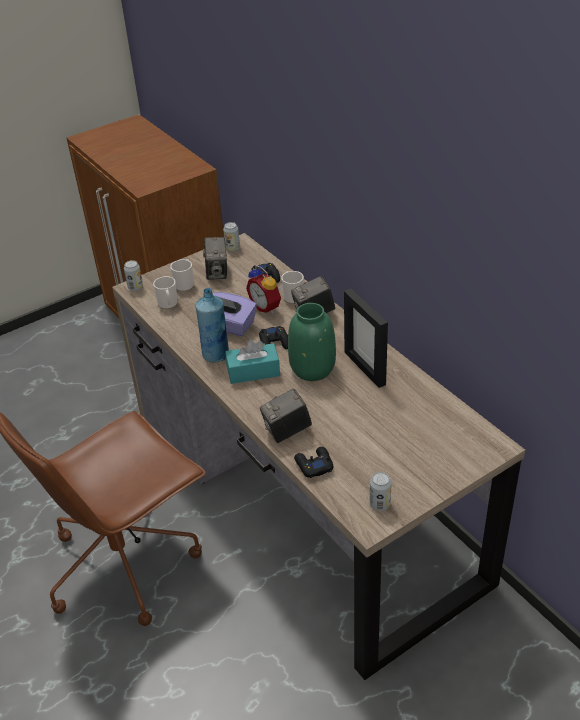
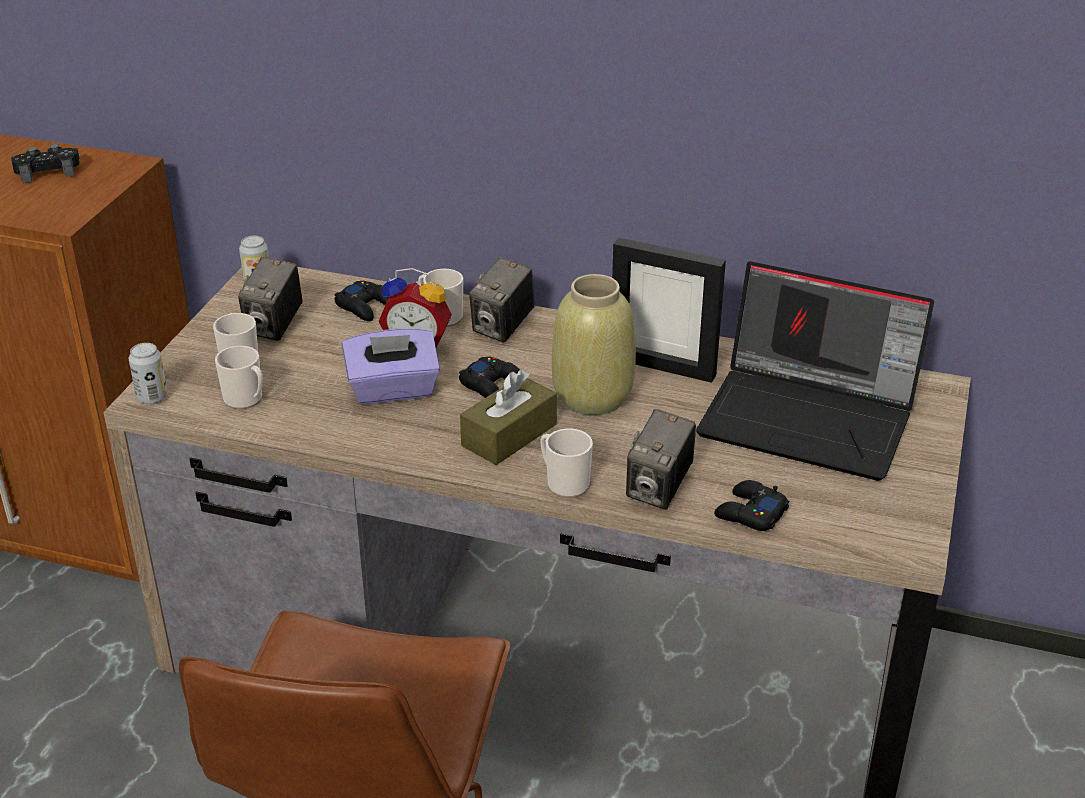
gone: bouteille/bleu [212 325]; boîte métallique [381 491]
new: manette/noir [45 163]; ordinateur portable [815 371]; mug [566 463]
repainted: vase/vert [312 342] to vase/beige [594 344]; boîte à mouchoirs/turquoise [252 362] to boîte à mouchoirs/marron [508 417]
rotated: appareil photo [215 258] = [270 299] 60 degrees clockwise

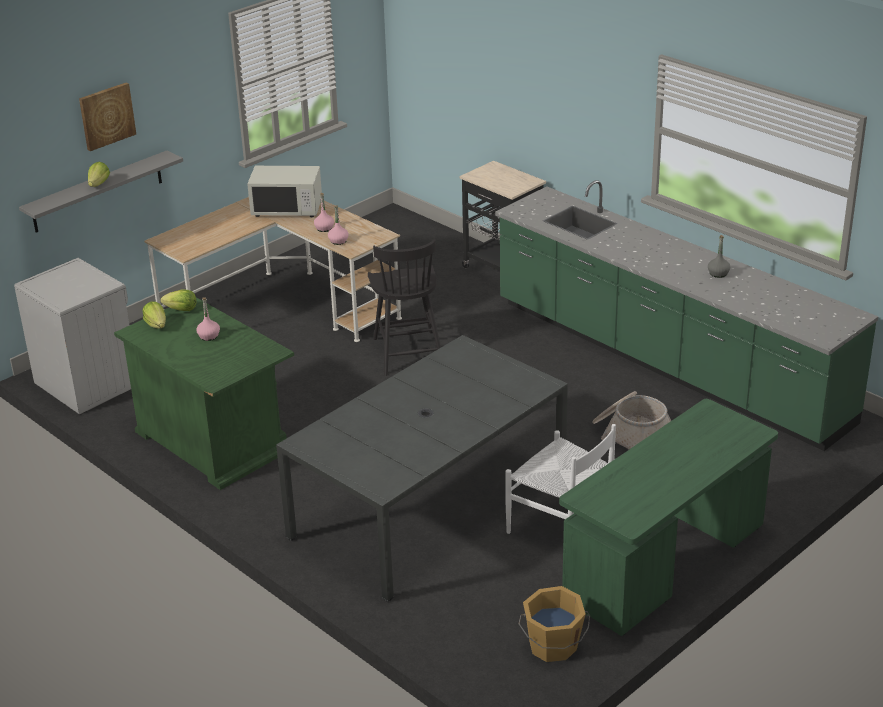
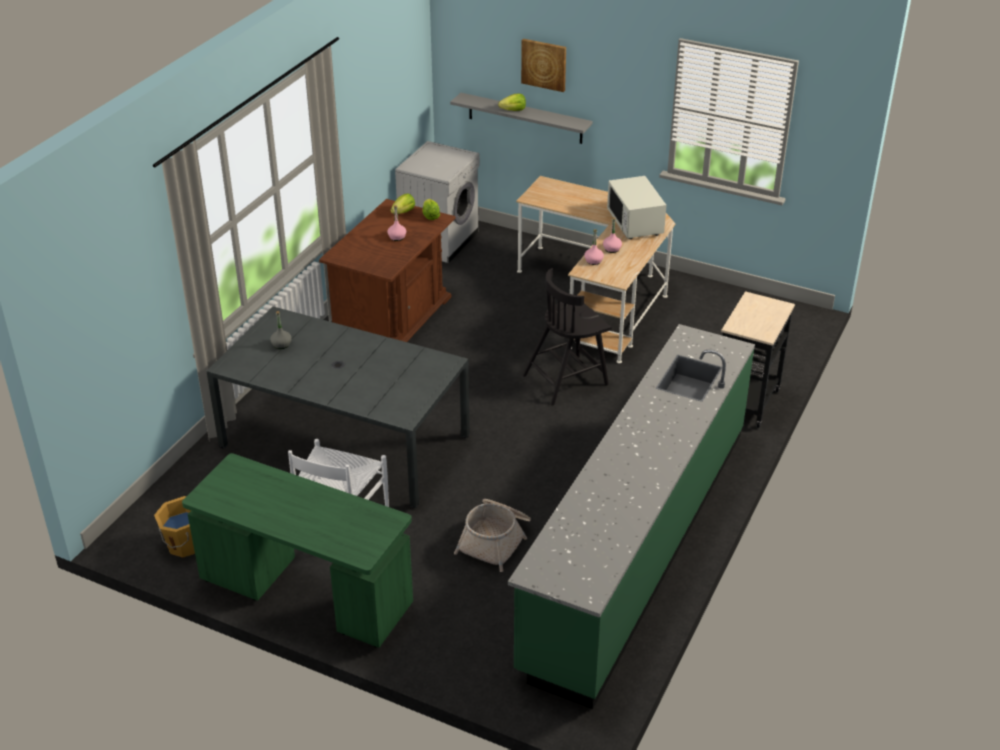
shifted: bouteille/gris [719 256] to [281 330]
repainted: meuble de rangement/vert [204 393] to meuble de rangement/marron [387 270]

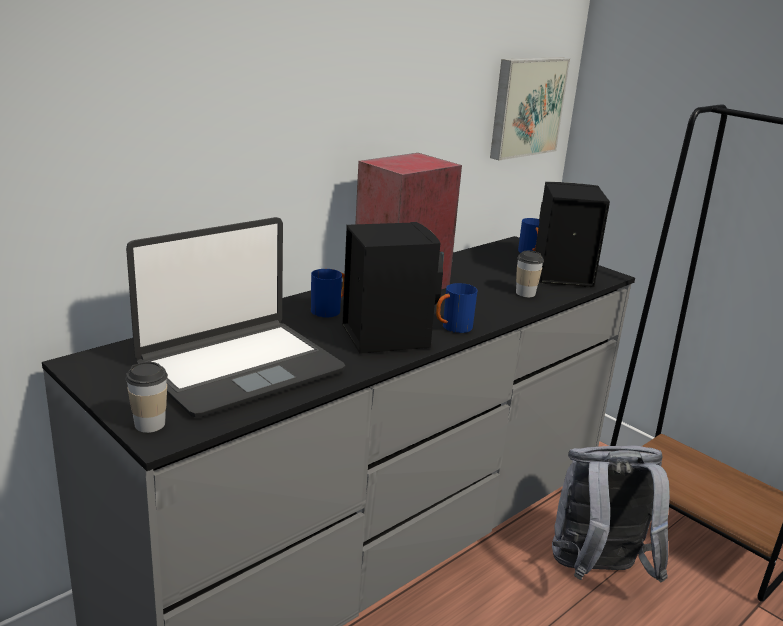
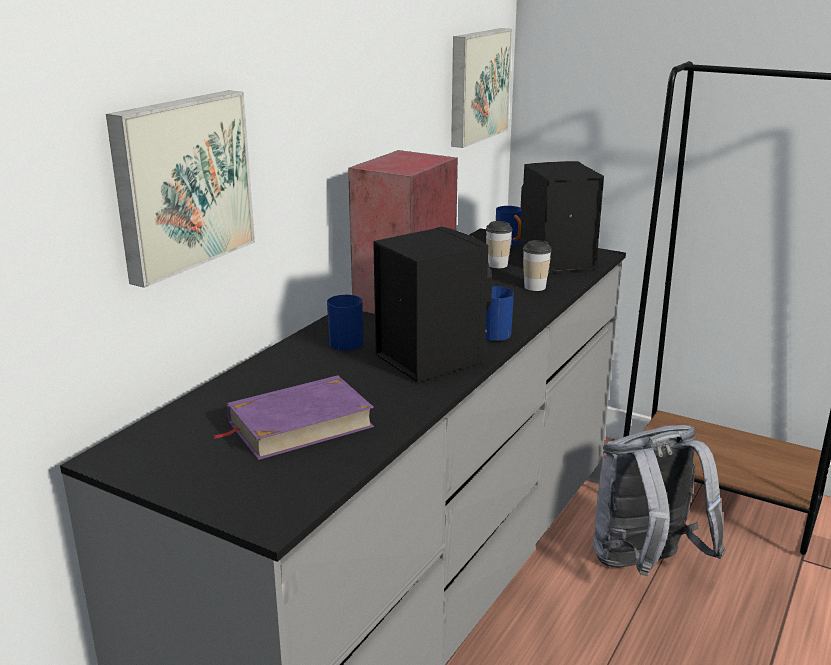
new: tableau [180 189]
shifted: tasse [147 397] to [499 244]
swapped: ordinateur portable [235 317] to livre/violet [293 417]

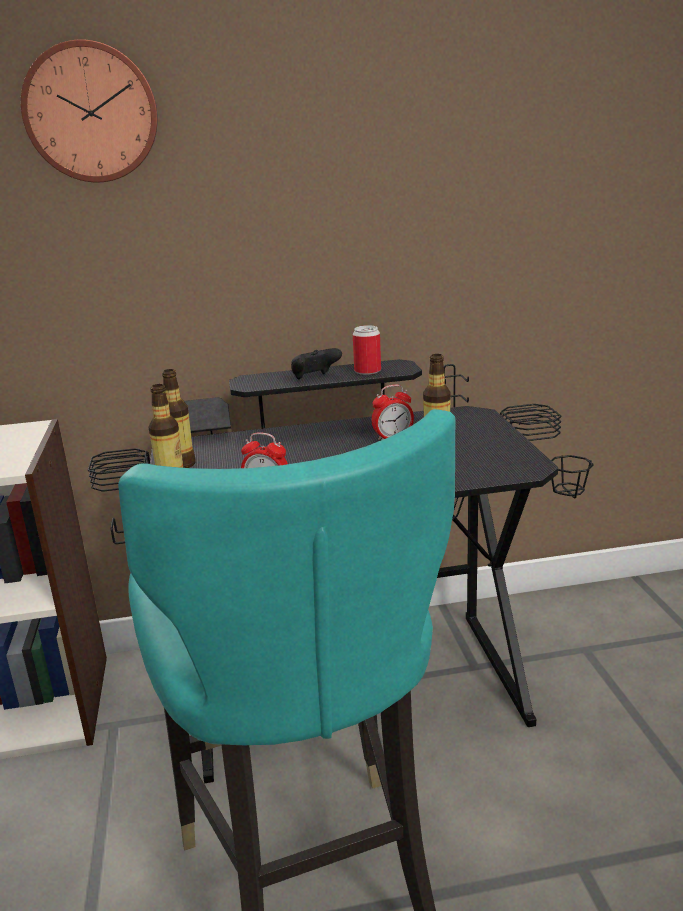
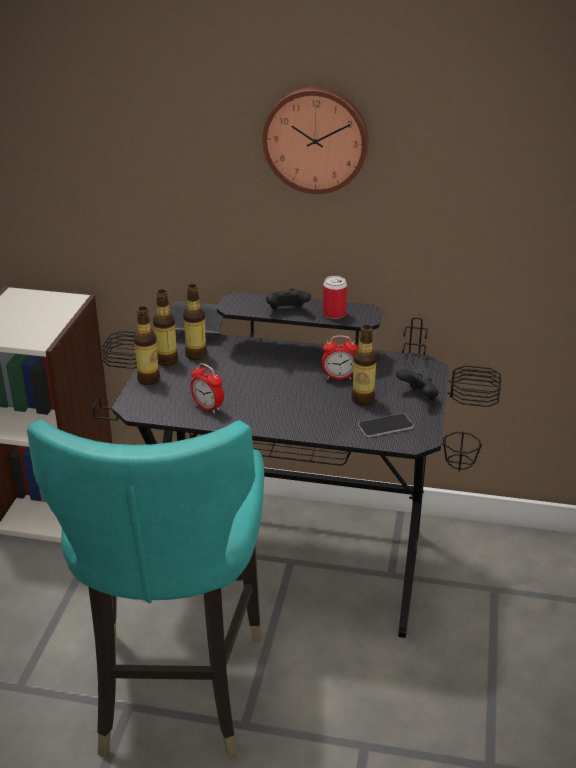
new: bouteille [195 322]; manette/noir [417 384]; téléphone [386 425]
shifted: horloge murale [89 110] to [315 140]

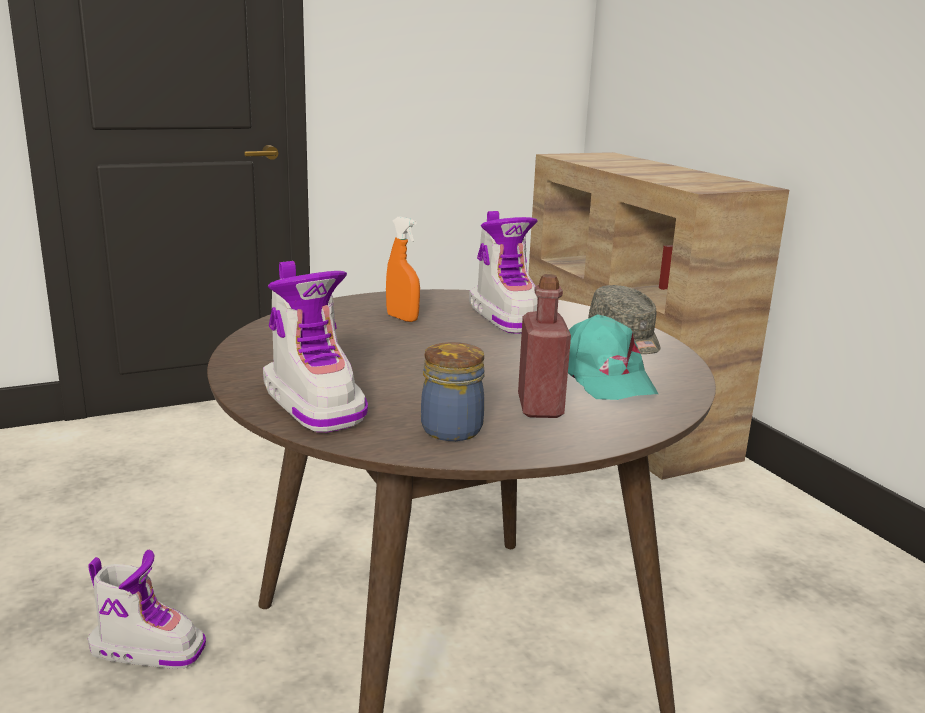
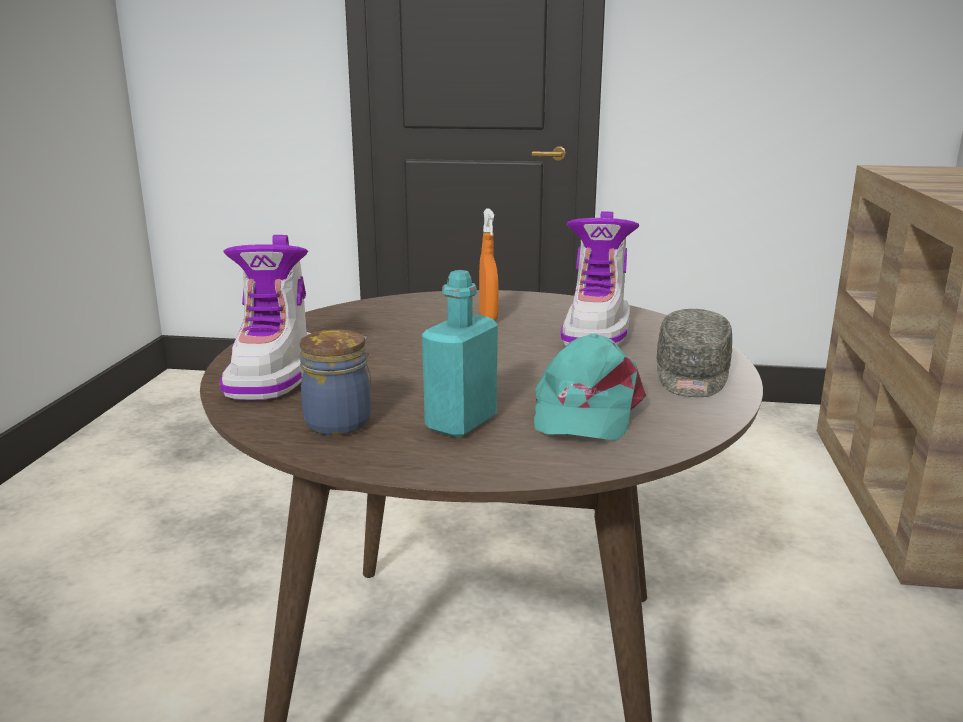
gone: botte [147 609]
repainted: bouteille/rouge [544 346] to bouteille/turquoise [460 353]

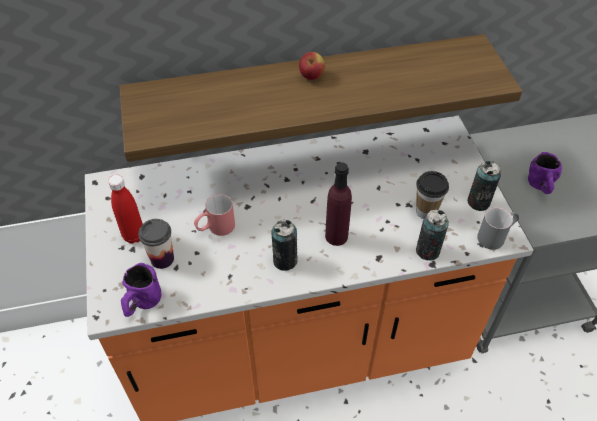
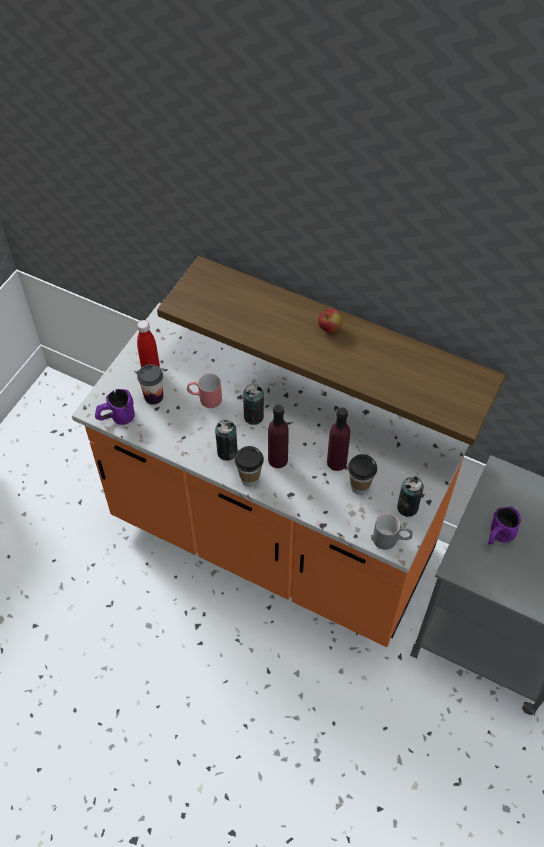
new: bouteille/violet [338 439]; tasse [249 466]
shifted: boîte métallique [432 235] to [253 404]

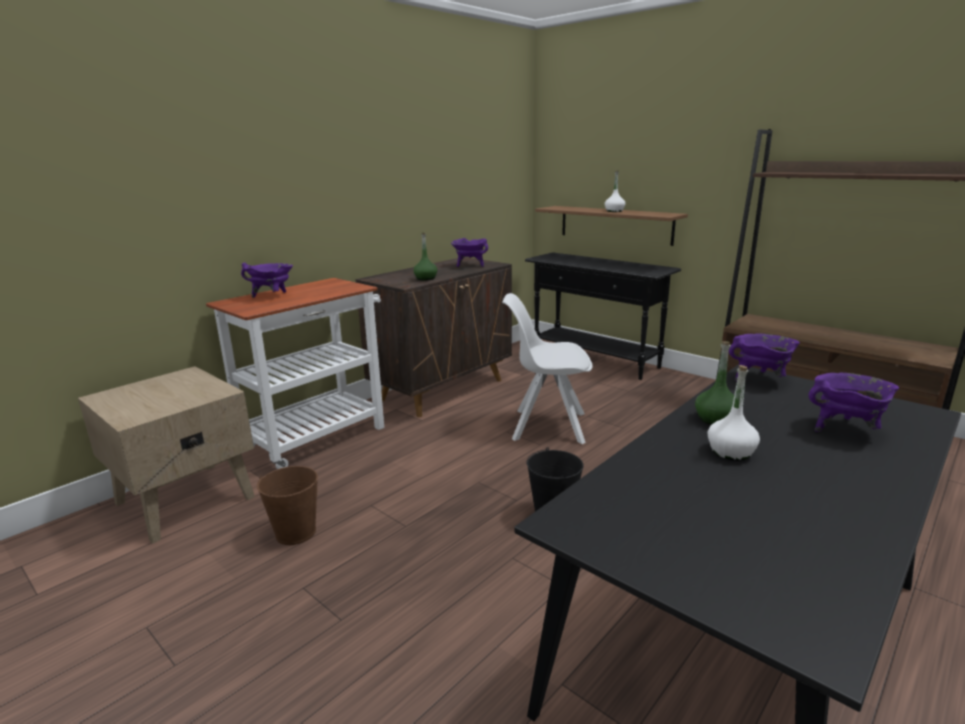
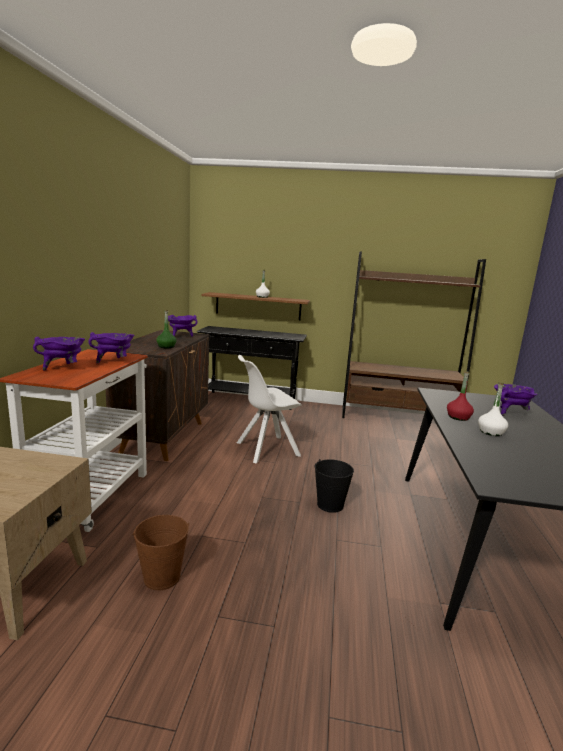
shifted: marmite/violet [764 357] to [111 347]
repainted: bouteille/vert [714 383] to bouteille/rouge [460 396]

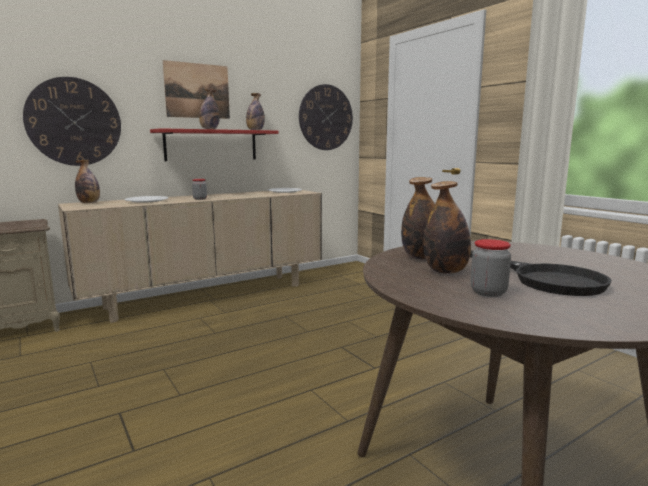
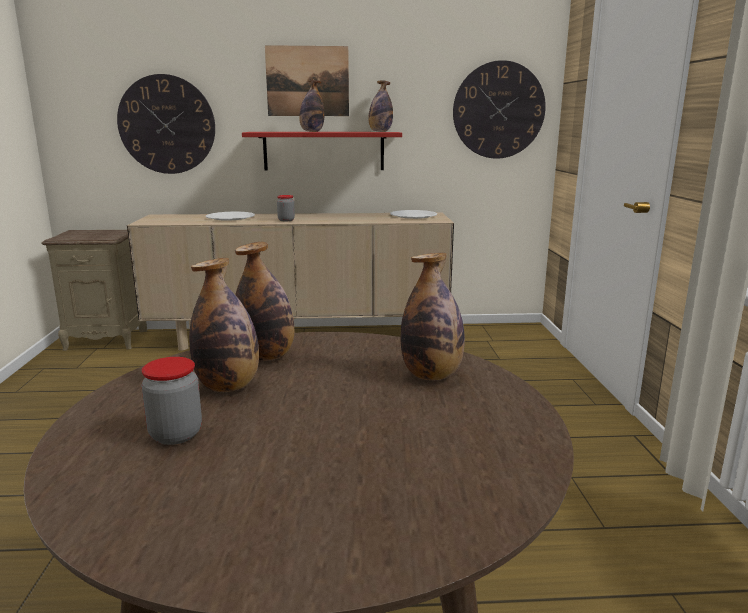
gone: poêle/noir [540 273]
shifted: bouteille [87 181] to [433 316]

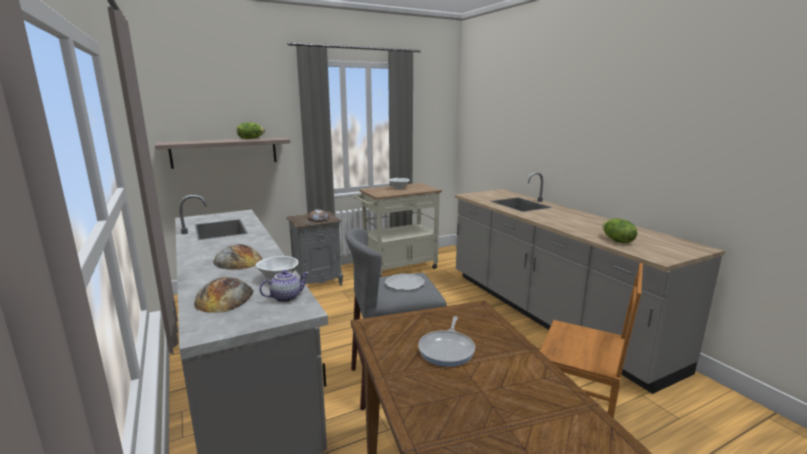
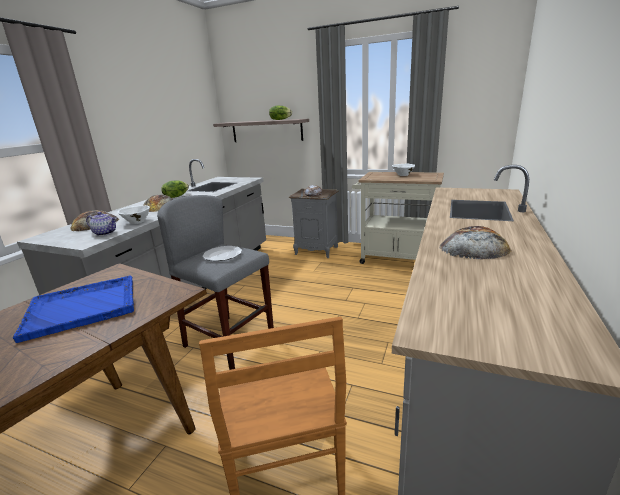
new: pain [475 242]
shifted: laitue [619 230] to [175 189]
swapped: poêle [446 341] to plateau/bleu [73 309]

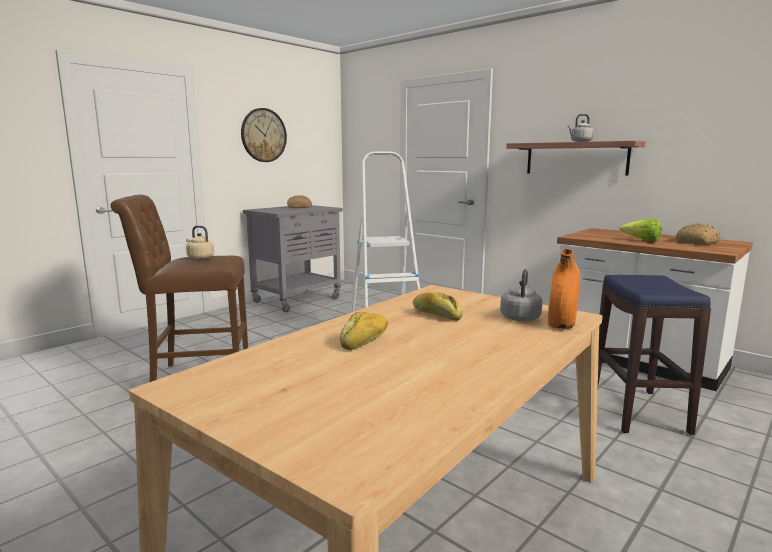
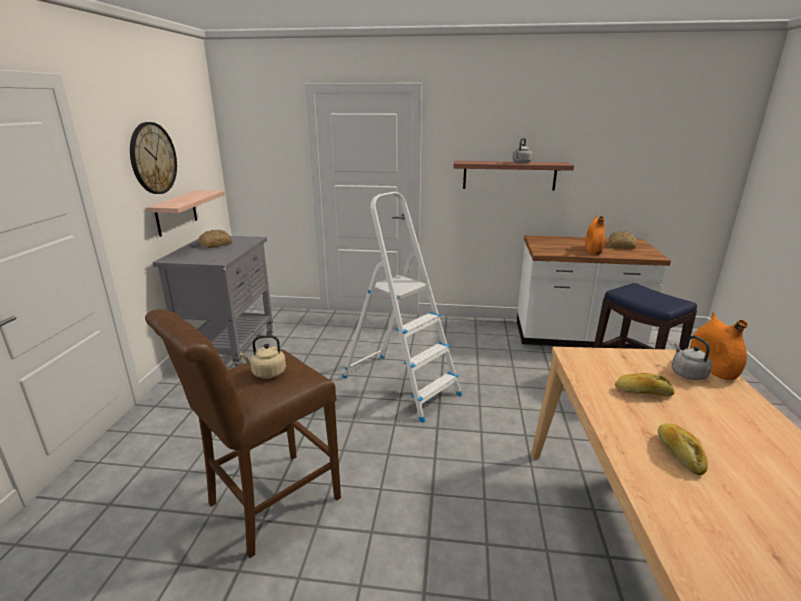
new: étagère [185 213]
swapped: laitue [640 230] to vase/orange [595 234]

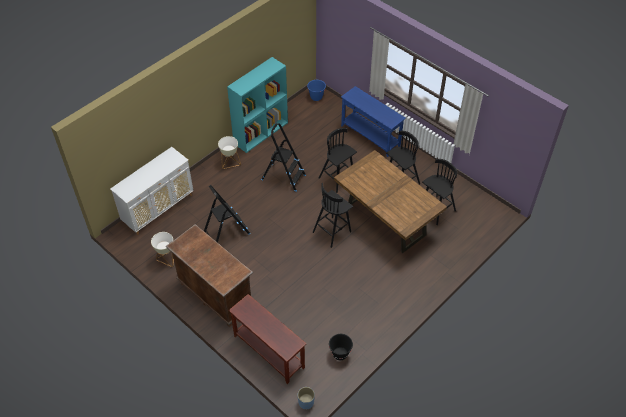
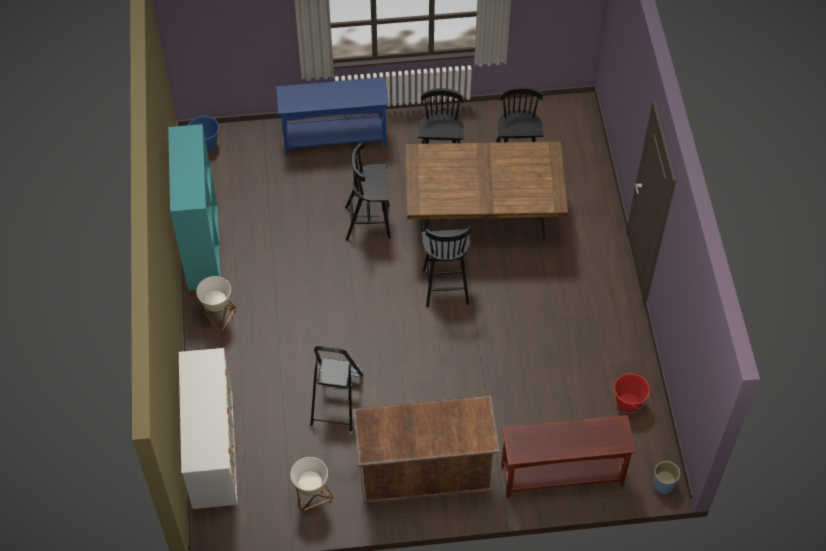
gone: escabeau/noir [283 157]
repainted: seau/noir [341 347] to seau/rouge [632 393]

